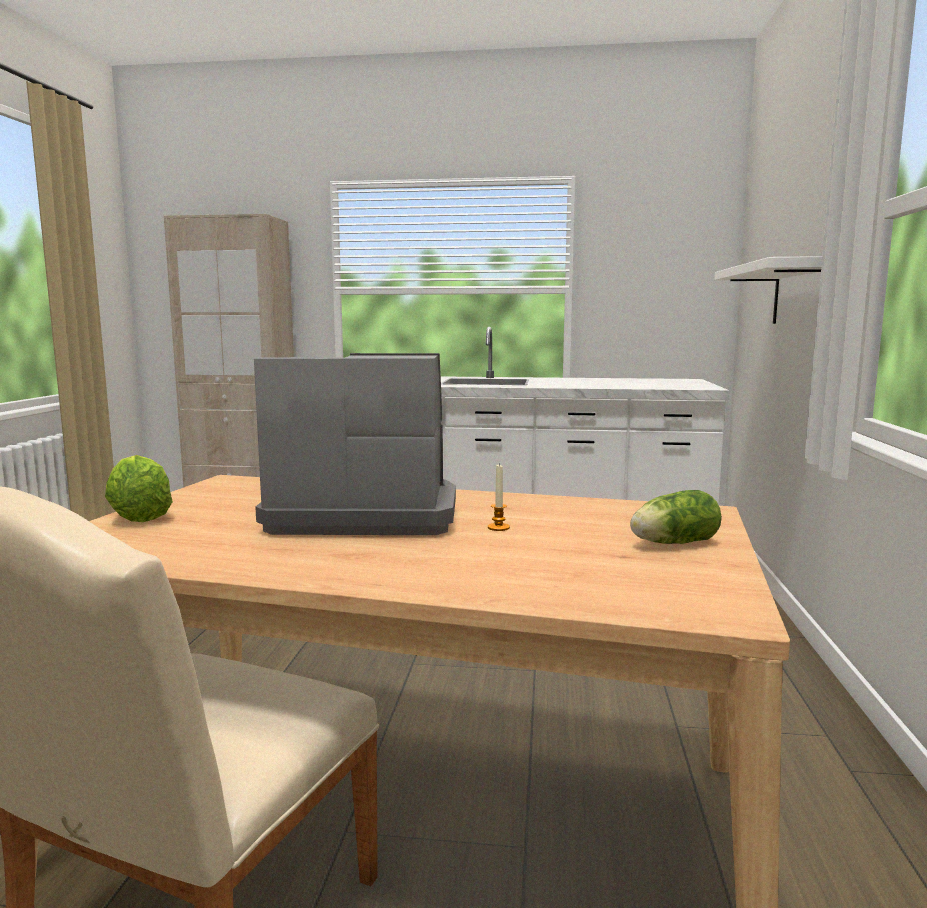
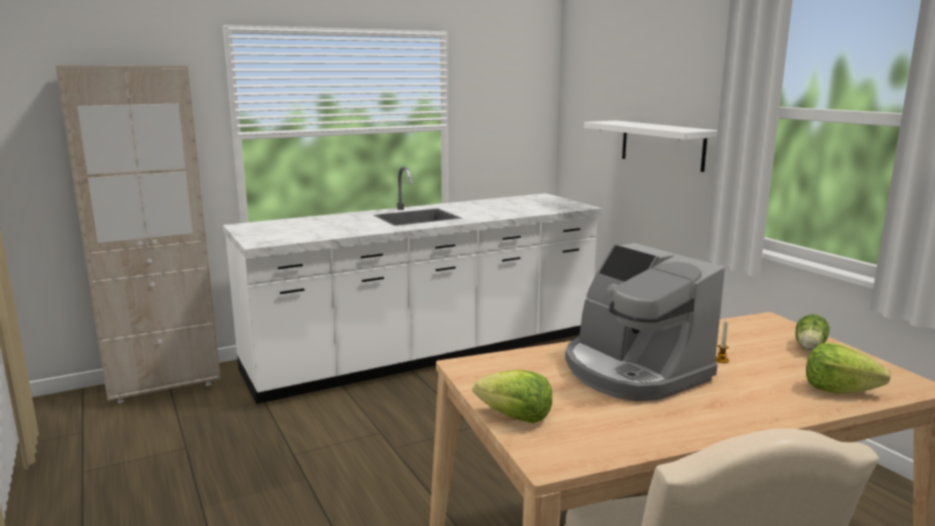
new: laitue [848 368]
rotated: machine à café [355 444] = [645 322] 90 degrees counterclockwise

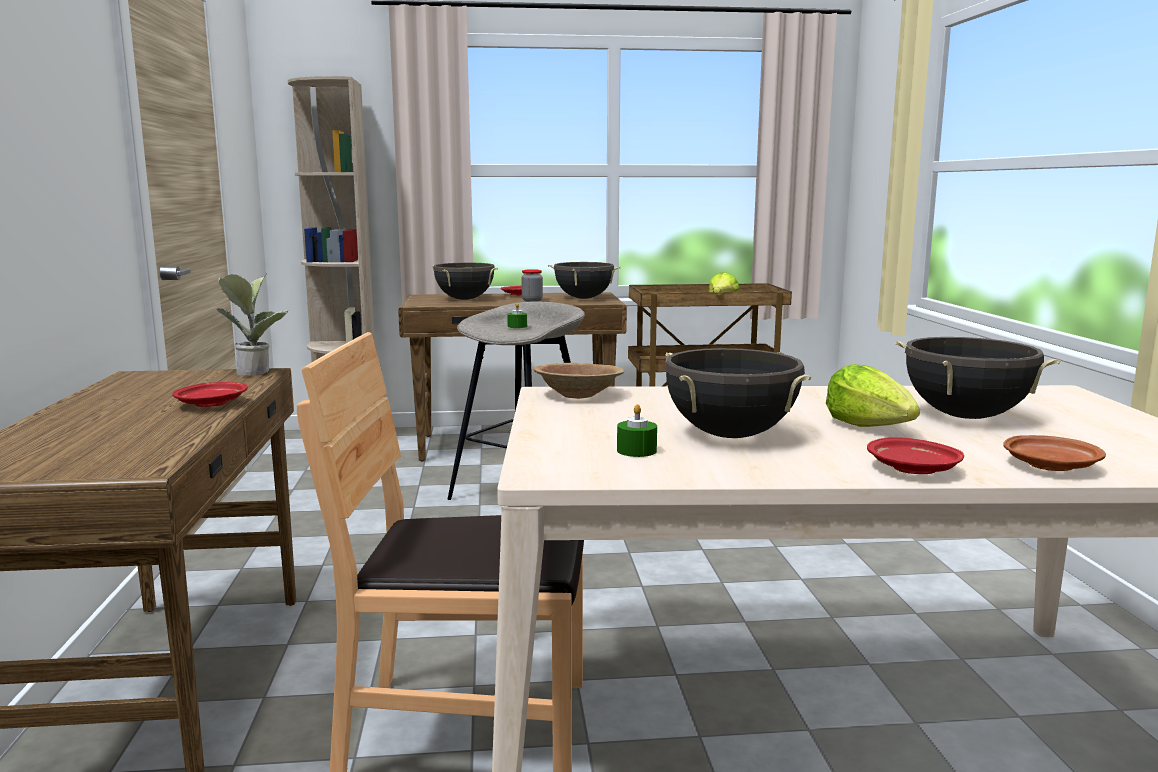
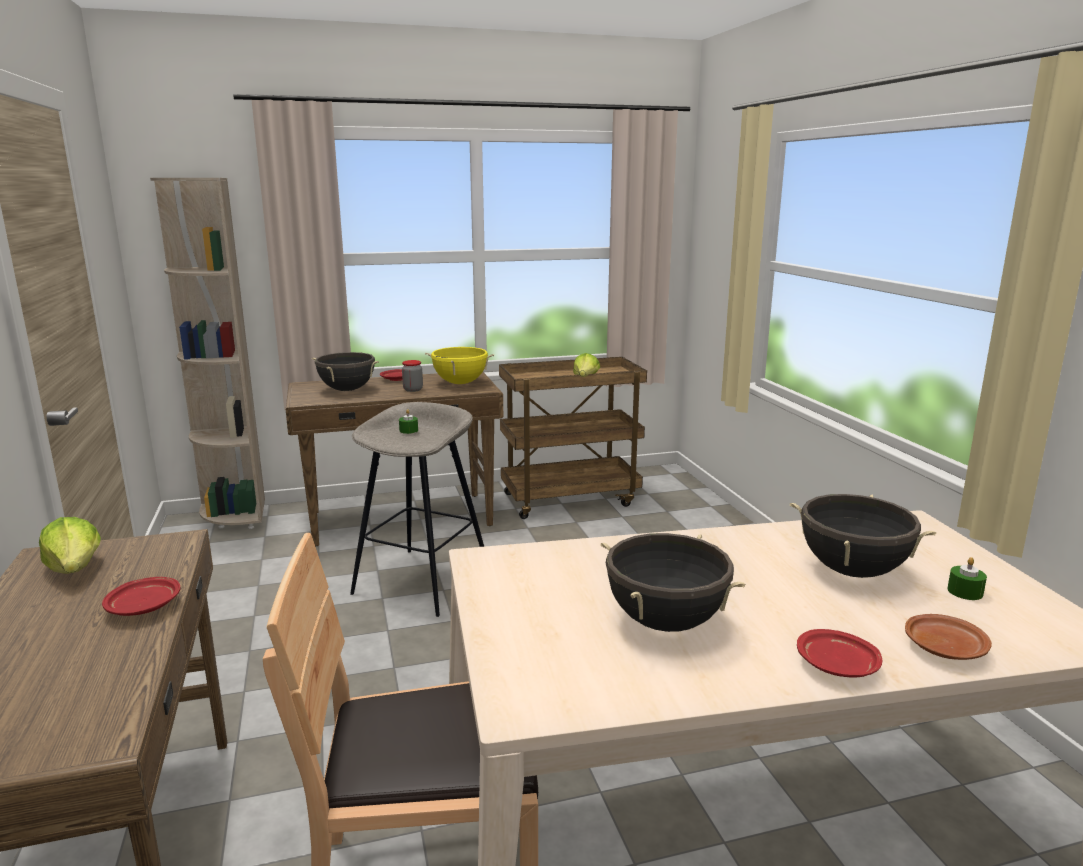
gone: plante en pot [252 324]; bol/marron [579 380]
shifted: laitue [873 395] to [70 545]; bougie/vert [637 430] to [967 578]
repainted: marmite/noir [584 280] to marmite/jaune [459 365]

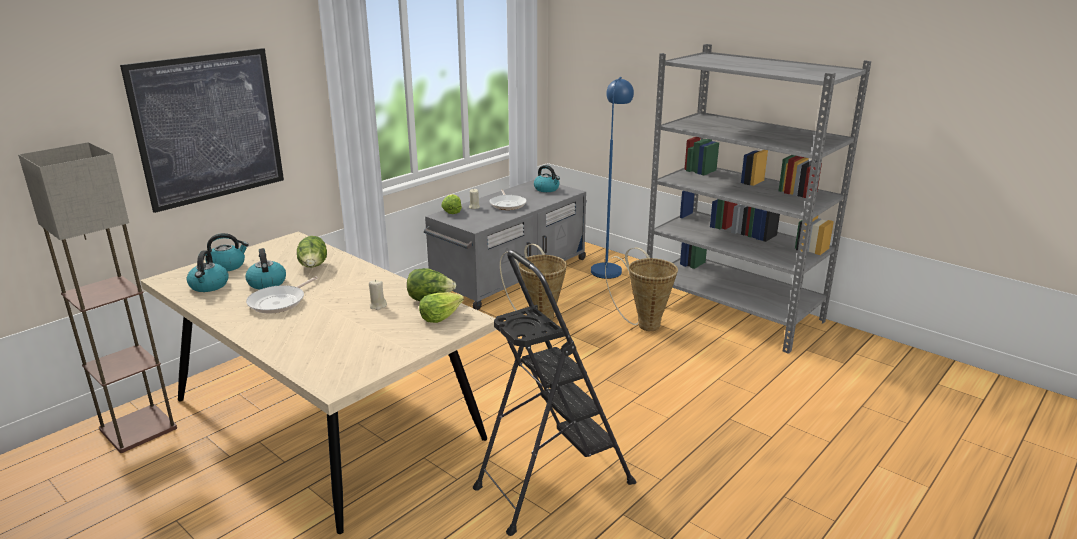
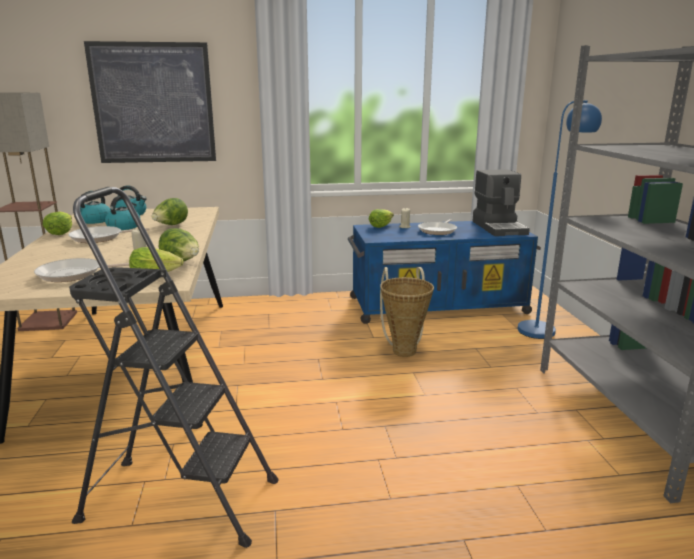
gone: panier [641 289]
new: laitue [57 223]; poêle [81 270]
swapped: bouilloire [547 178] to machine à café [501 202]
repainted: meuble de rangement/gris [505 245] to meuble de rangement/bleu [444 272]

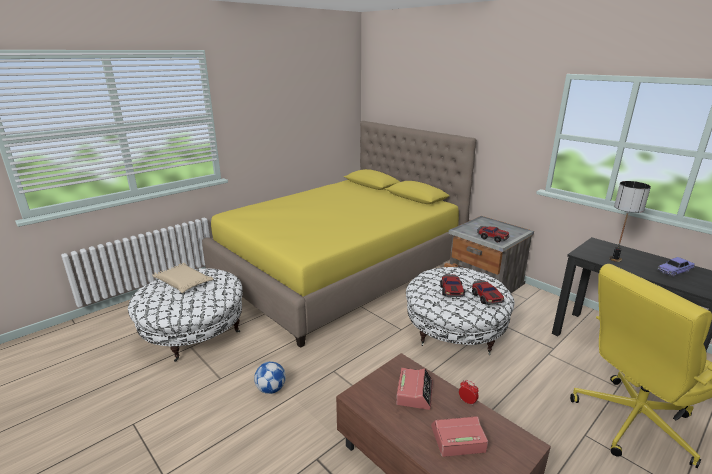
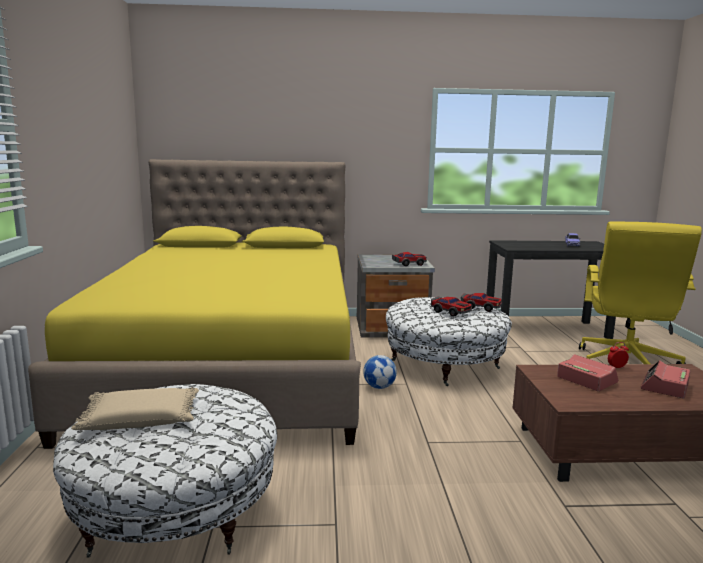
gone: lampe de table [630 221]
shifted: ballon de foot [270 377] to [380 372]

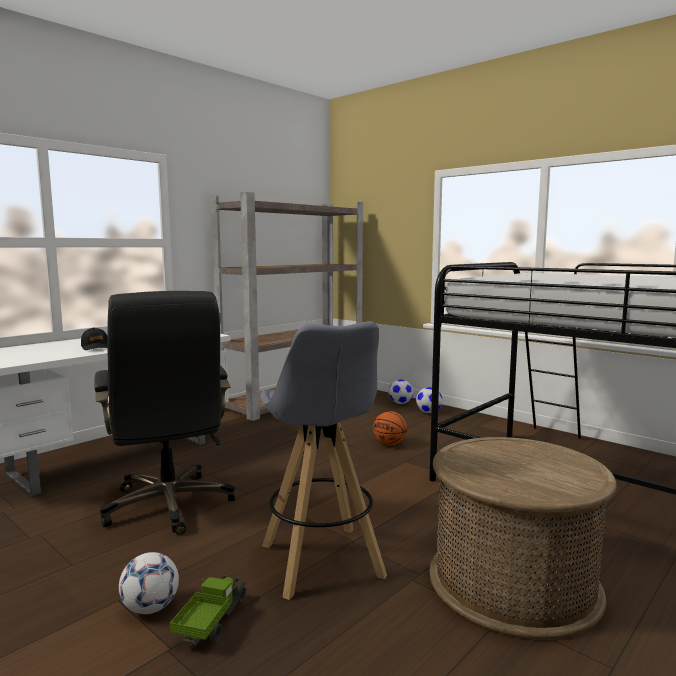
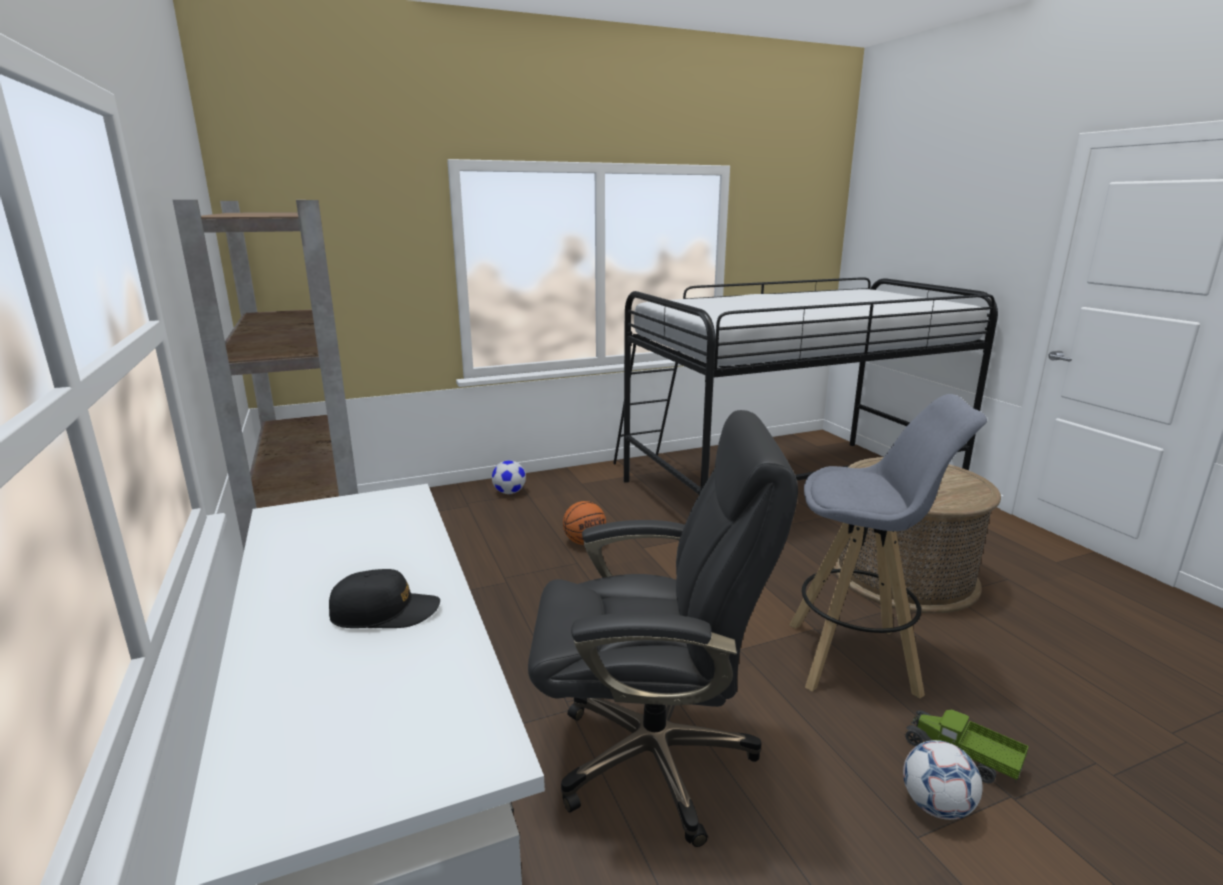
gone: ballon de foot [401 391]

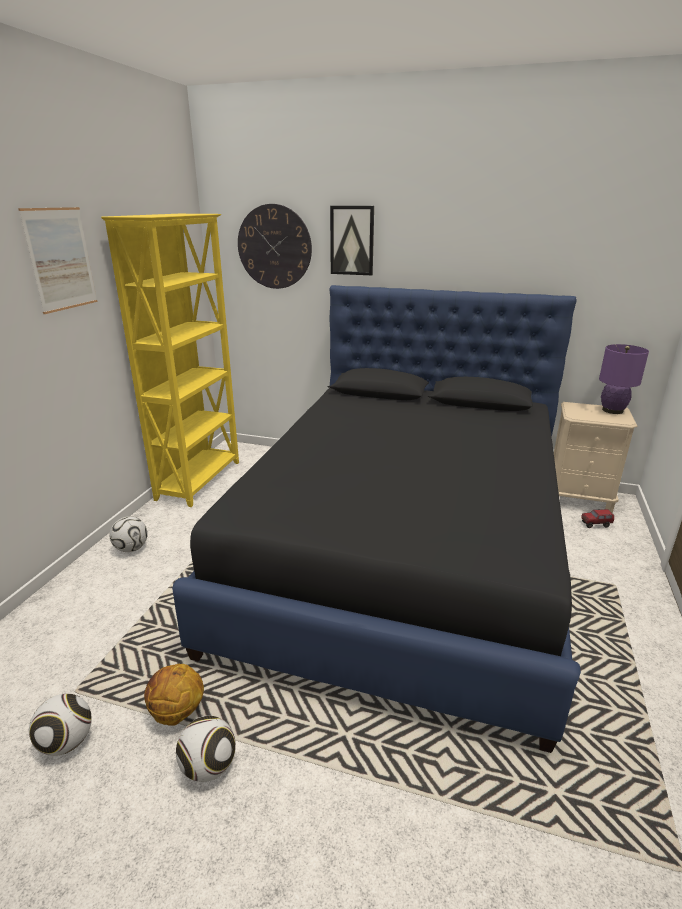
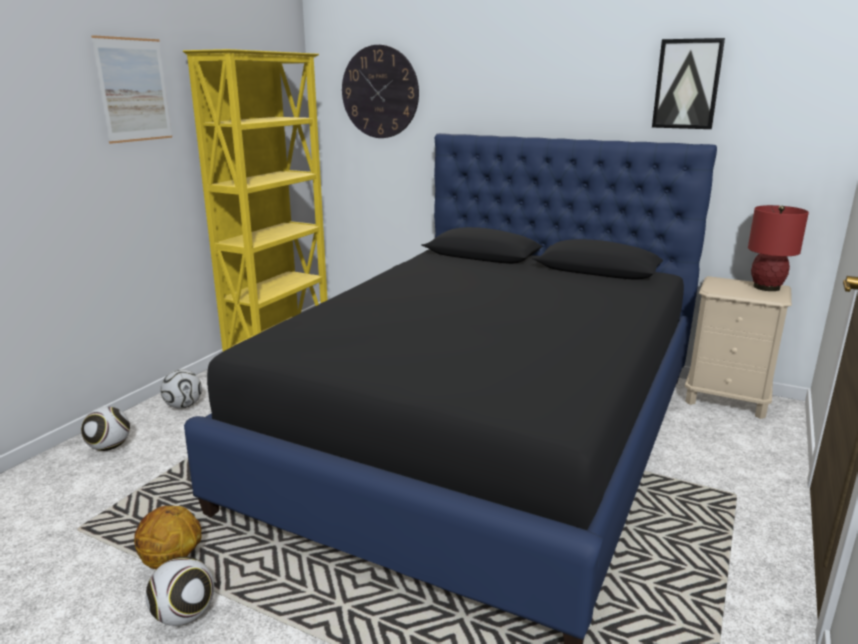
gone: camion jouet [597 518]
shifted: tableau [352 240] to [688 83]; ballon de foot [60 725] to [105 429]
repainted: lampe de table/violet [624 379] to lampe de table/rouge [778 248]

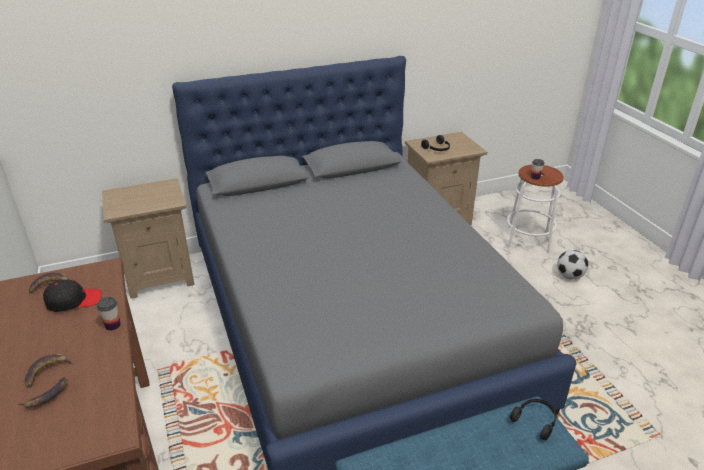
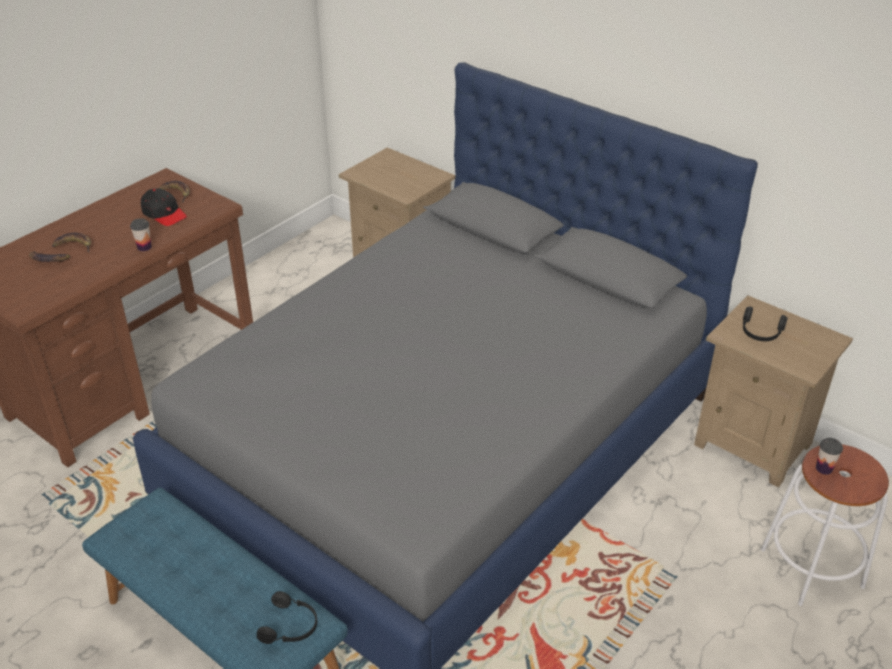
gone: ballon de foot [572 264]

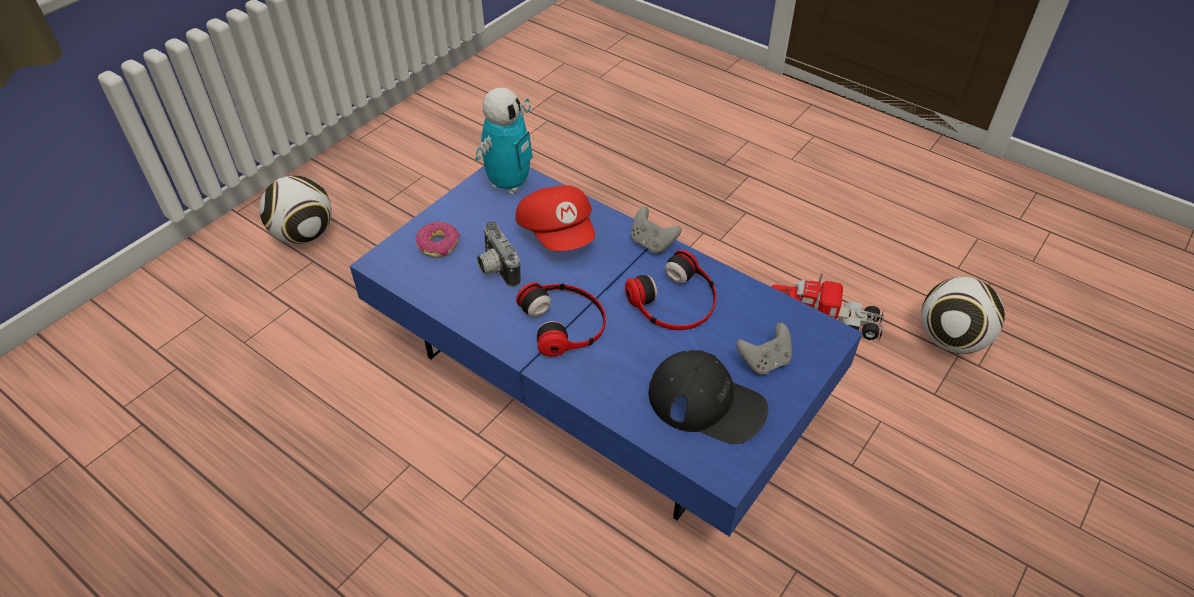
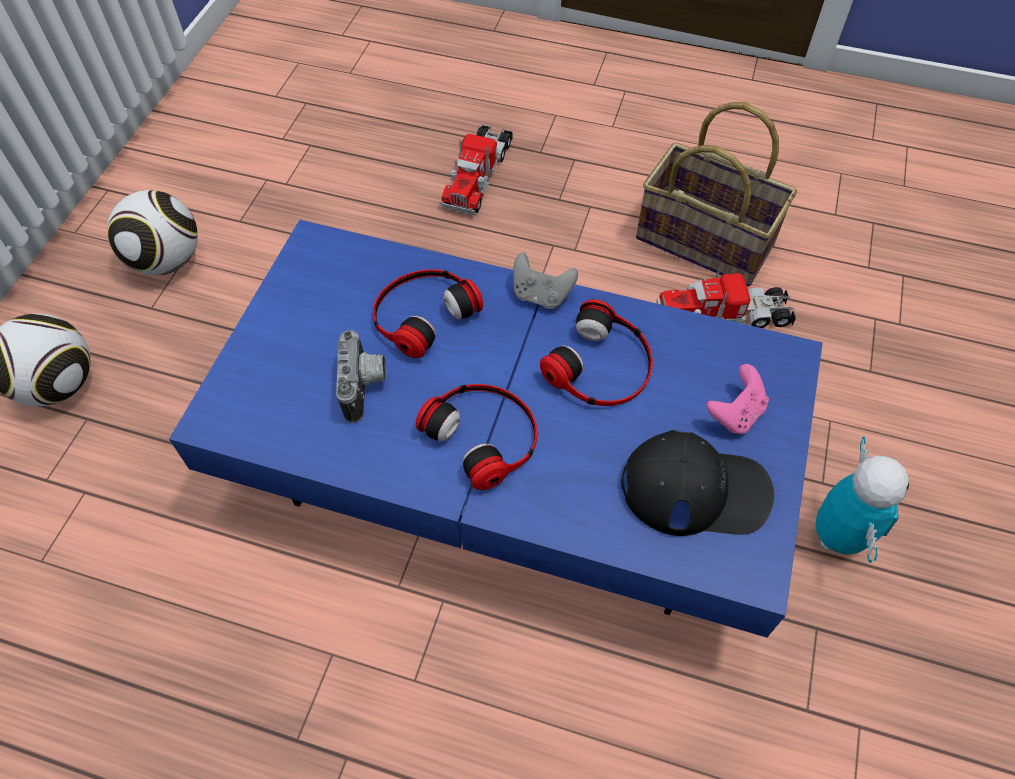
gone: beignet [438 240]
new: panier [716 194]; camion jouet [477 169]
shifted: robot jouet [504 141] to [862 500]; ballon de foot [963 315] to [152 232]
swapped: casquette/rouge [555 218] to casque audio [428 314]
repainted: manette/gris [764 348] to manette/rose [737 399]
rotated: appareil photo [499 254] = [361 376] 135 degrees counterclockwise

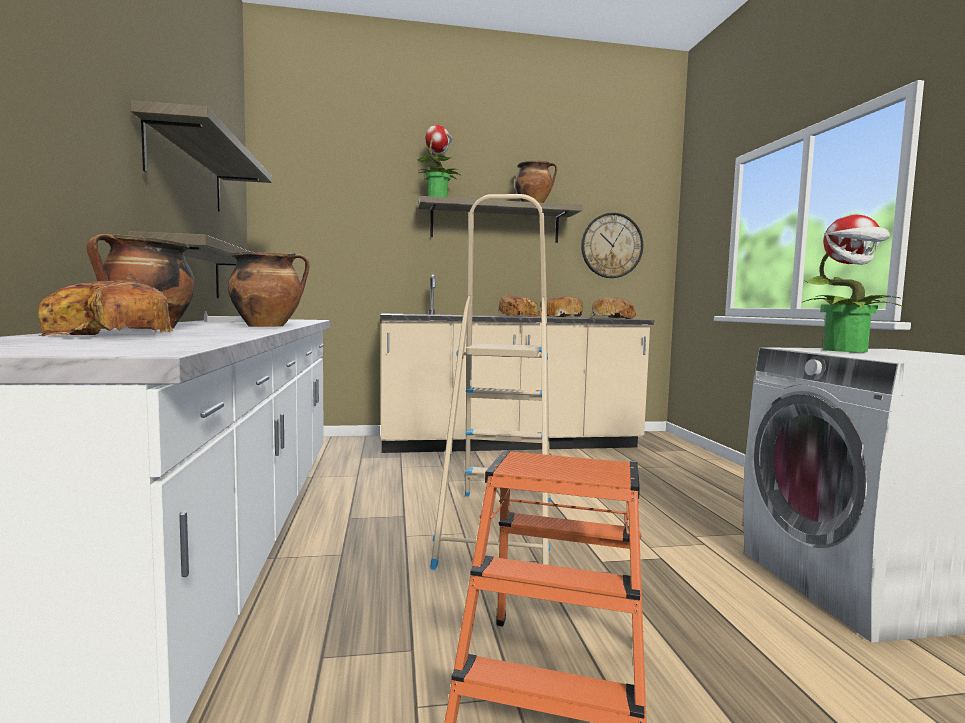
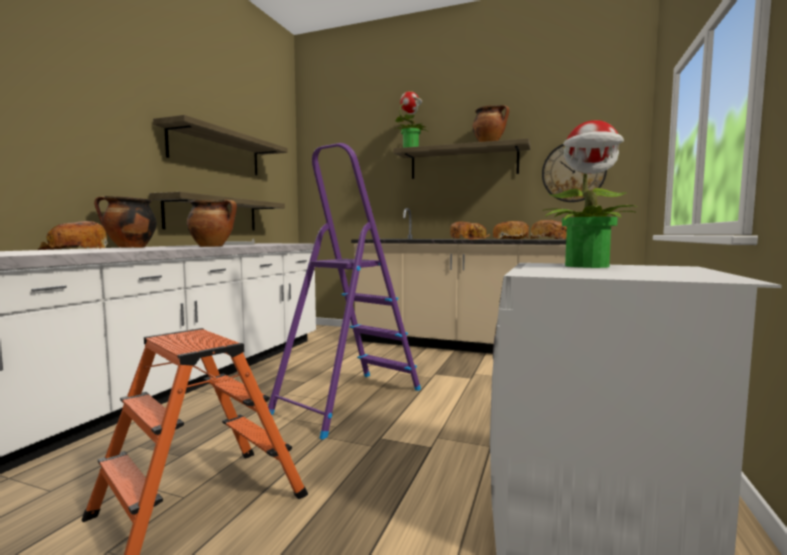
repainted: escabeau/beige [490 382] to escabeau/violet [344 291]

